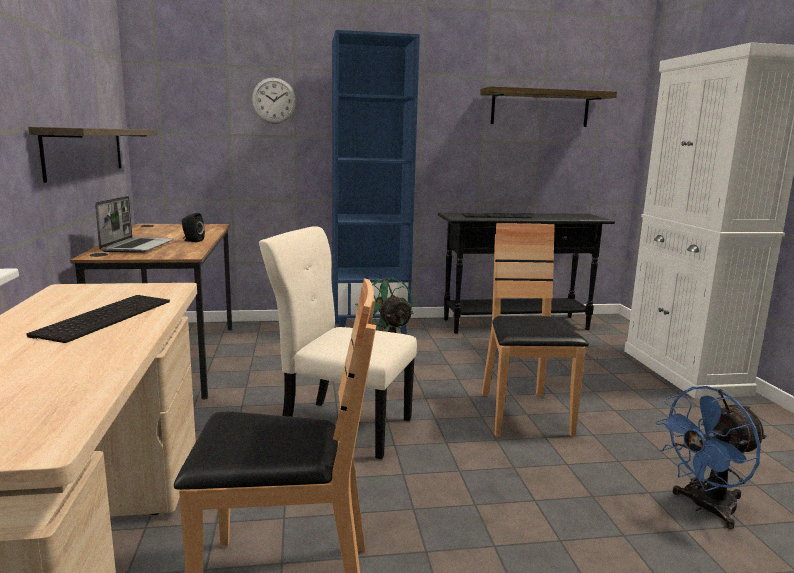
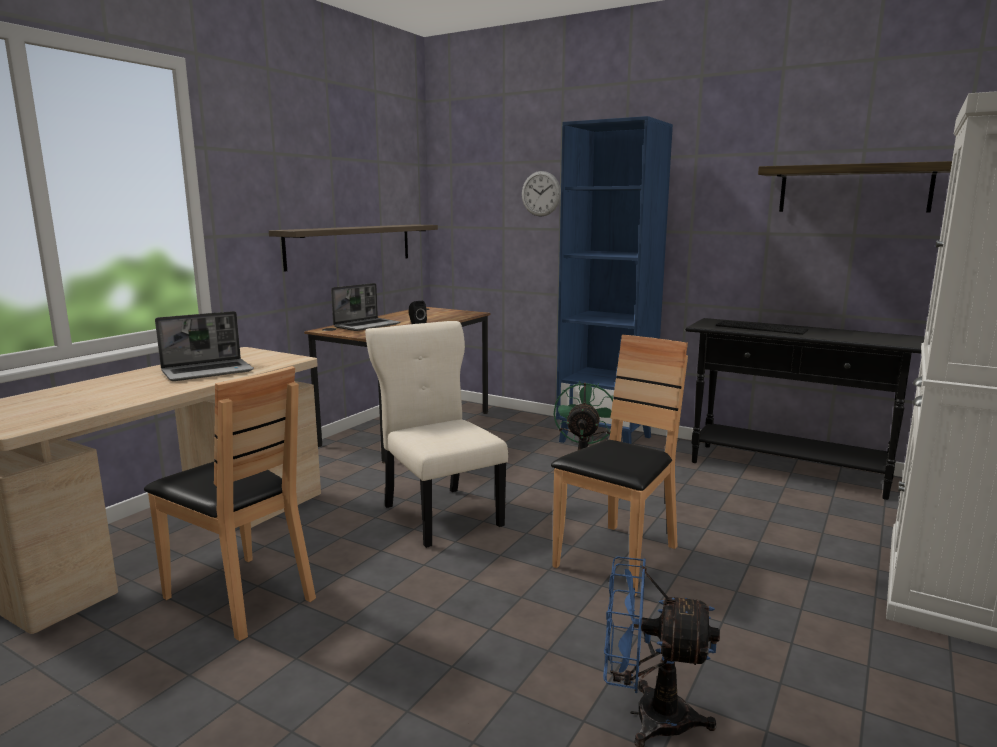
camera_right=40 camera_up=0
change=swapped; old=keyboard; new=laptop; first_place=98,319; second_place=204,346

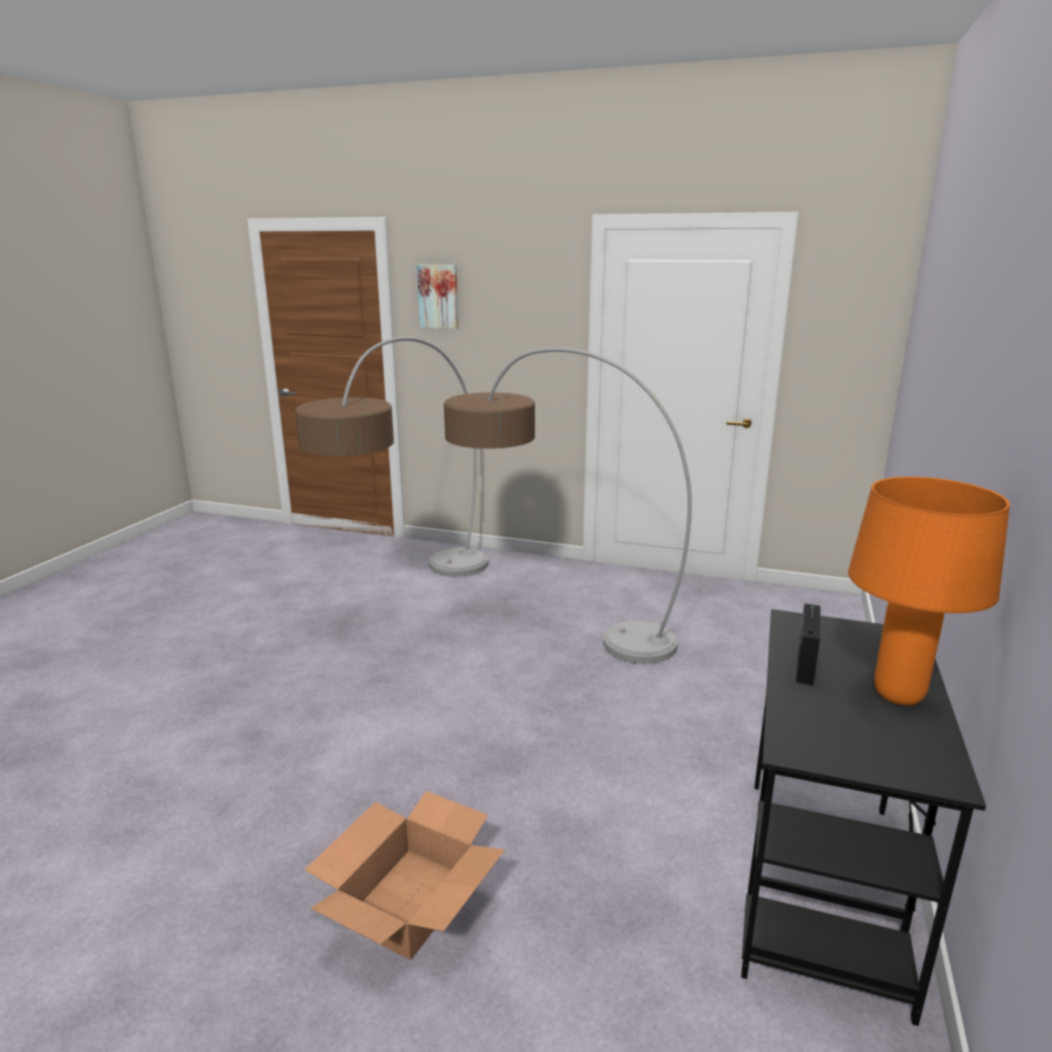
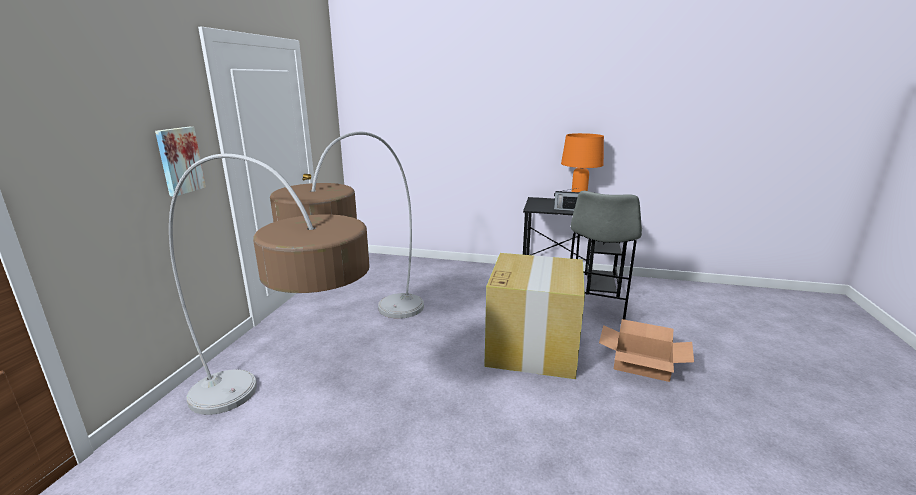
camera_right=-95 camera_up=0
change=shifted; old=picture; first_place=438,297; second_place=180,161
change=new; new=cardboard box; second_place=534,316
change=new; new=grey stool; second_place=606,255

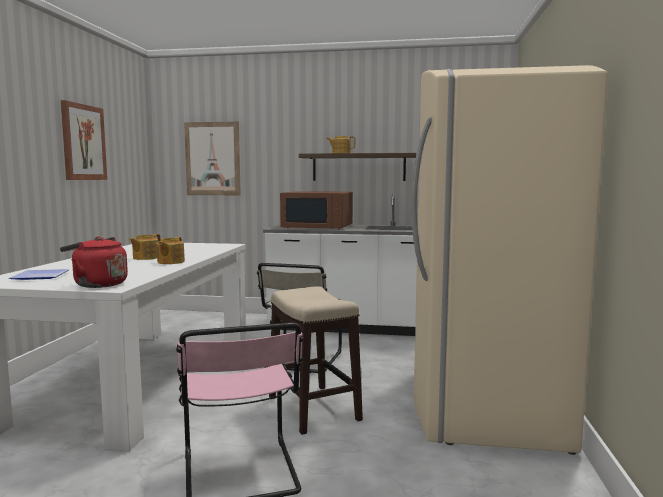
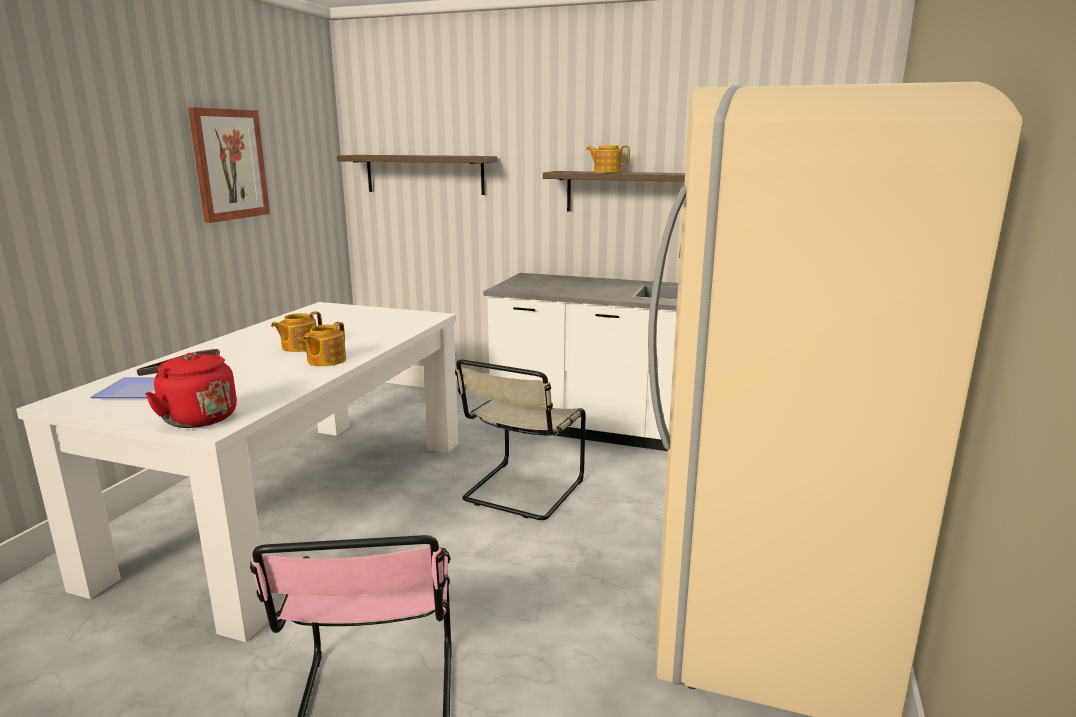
camera_right=10 camera_up=10
change=swapped; old=picture; new=shelf; first_place=212,158; second_place=417,175
change=gone; old=stool; first_place=316,360
change=gone; old=brown microwave; first_place=316,210

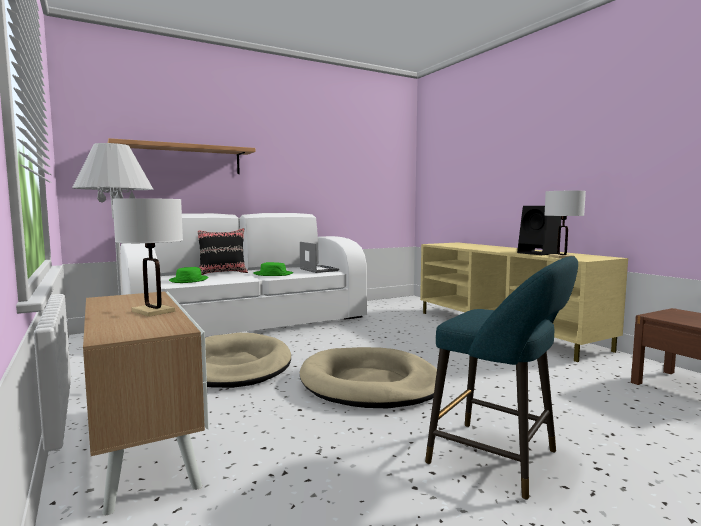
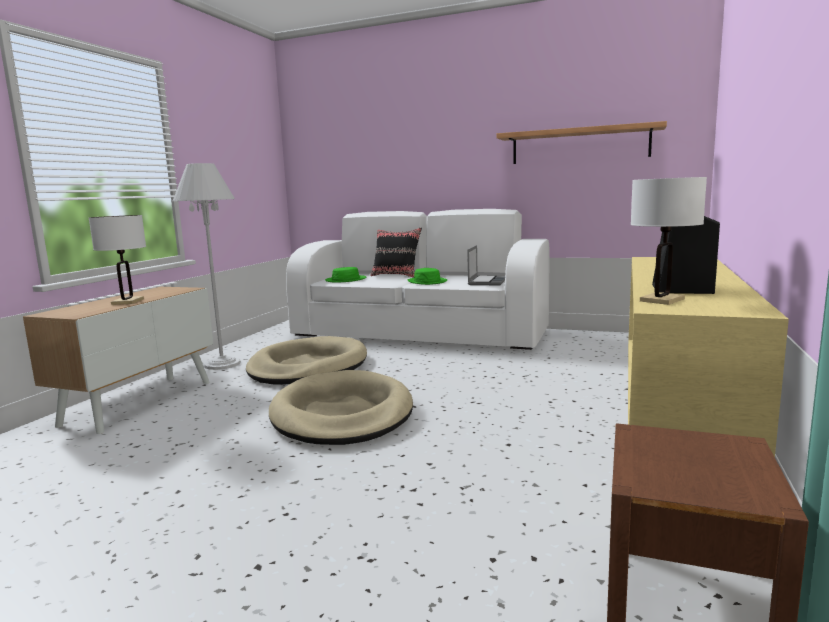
camera_right=50 camera_up=5
change=shifted; old=shelf; first_place=181,156; second_place=582,142
change=gone; old=turquoise stool; first_place=501,378

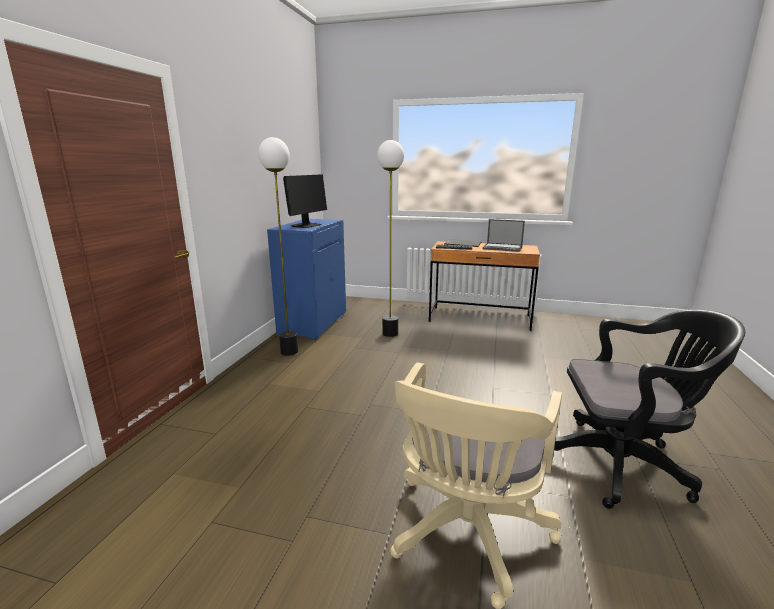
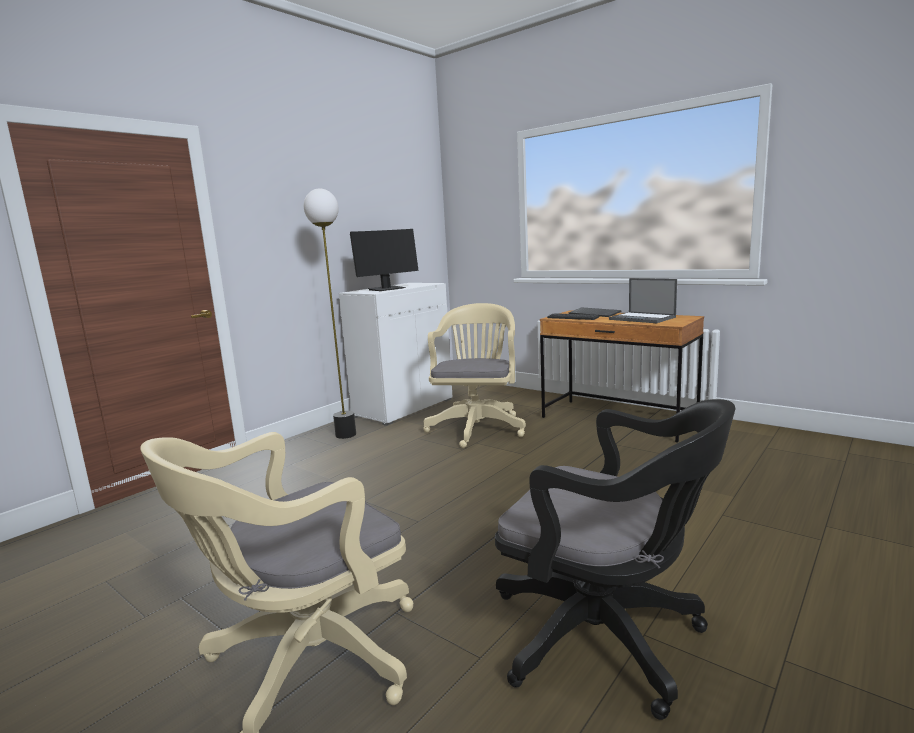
camera_right=25 camera_up=-5
change=repainted; old=blue cabinet; new=white cabinet; first_place=306,279; second_place=396,354
change=swapped; old=floor lamp; new=beige office chair; first_place=390,238; second_place=474,375

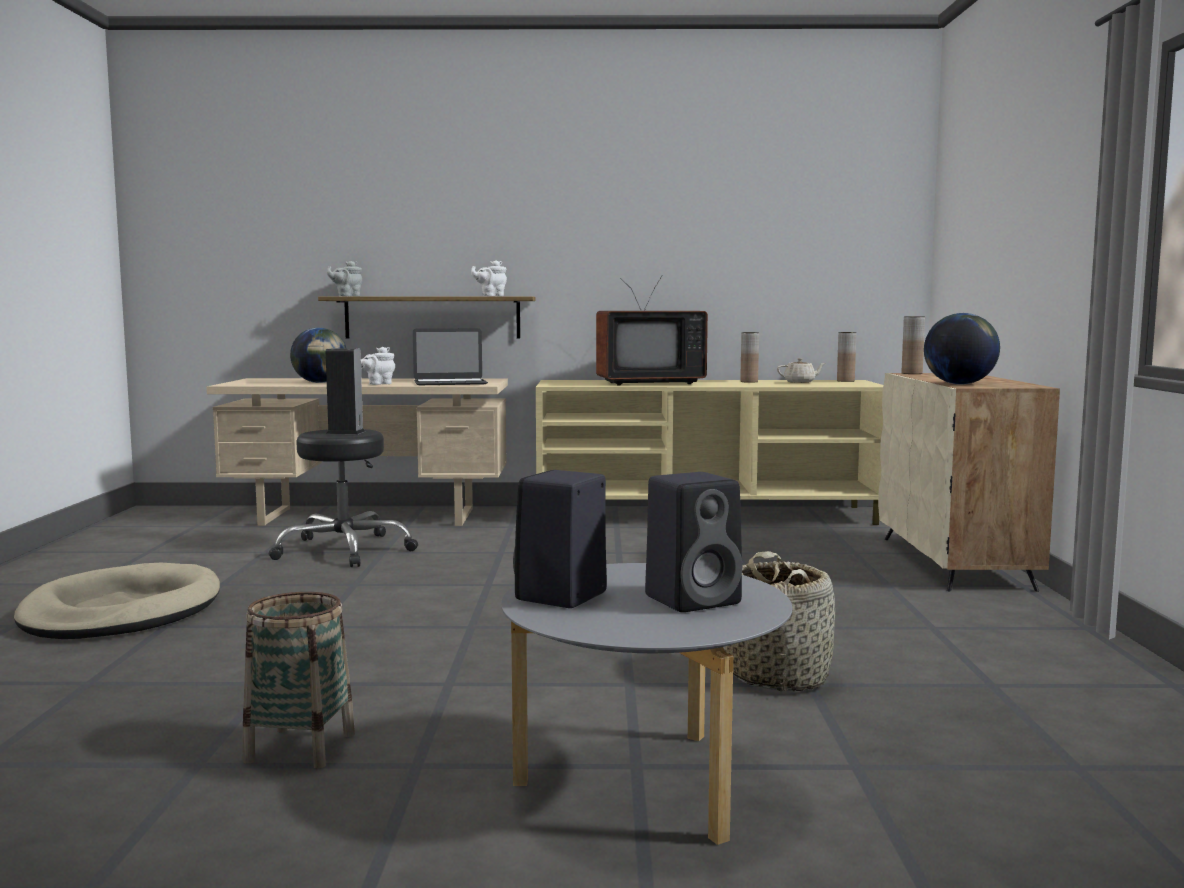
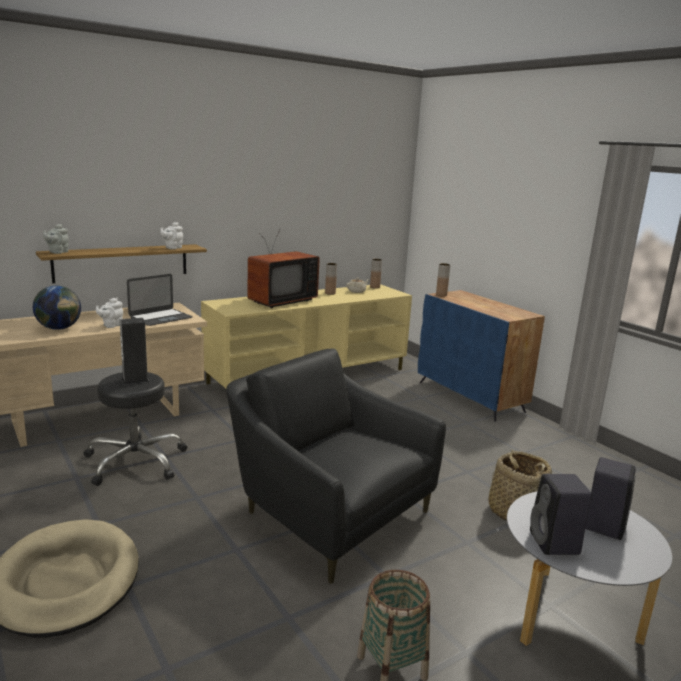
camera_right=-35 camera_up=10
change=repainted; old=beige cabinet; new=blue cabinet; first_place=969,482; second_place=481,356
change=gone; old=globe; first_place=962,349
change=new; new=black armchair; second_place=336,466

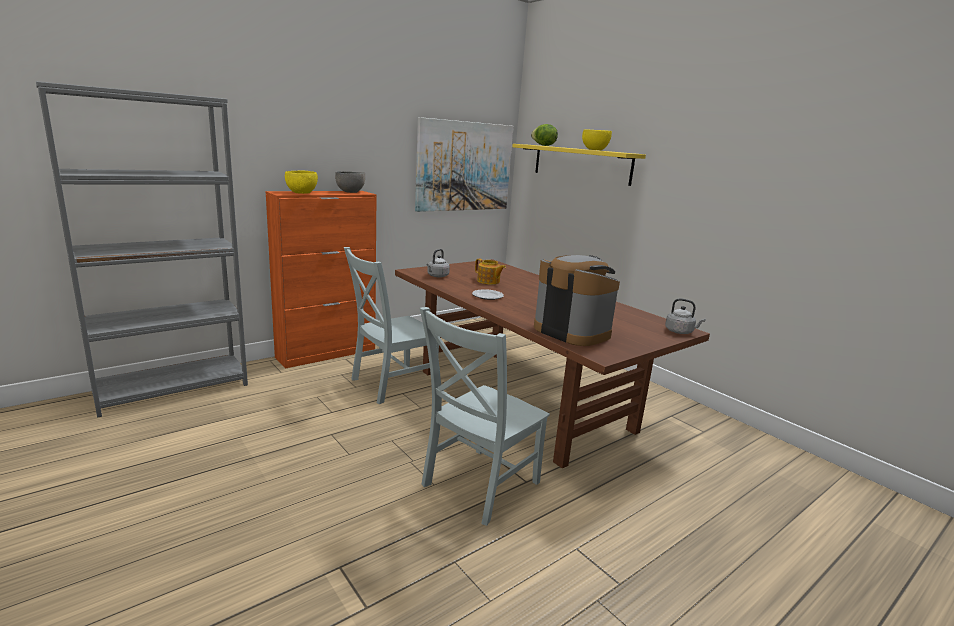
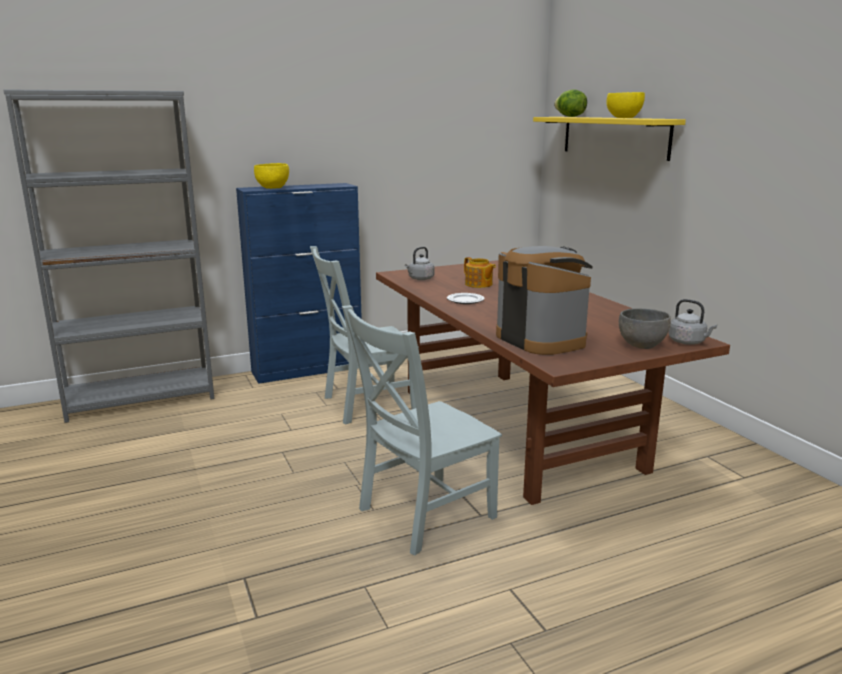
camera_right=15 camera_up=0
change=repainted; old=orange cabinet; new=blue cabinet; first_place=321,280; second_place=299,283
change=shifted; old=grey bowl; first_place=350,182; second_place=645,328
change=gone; old=picture; first_place=464,164

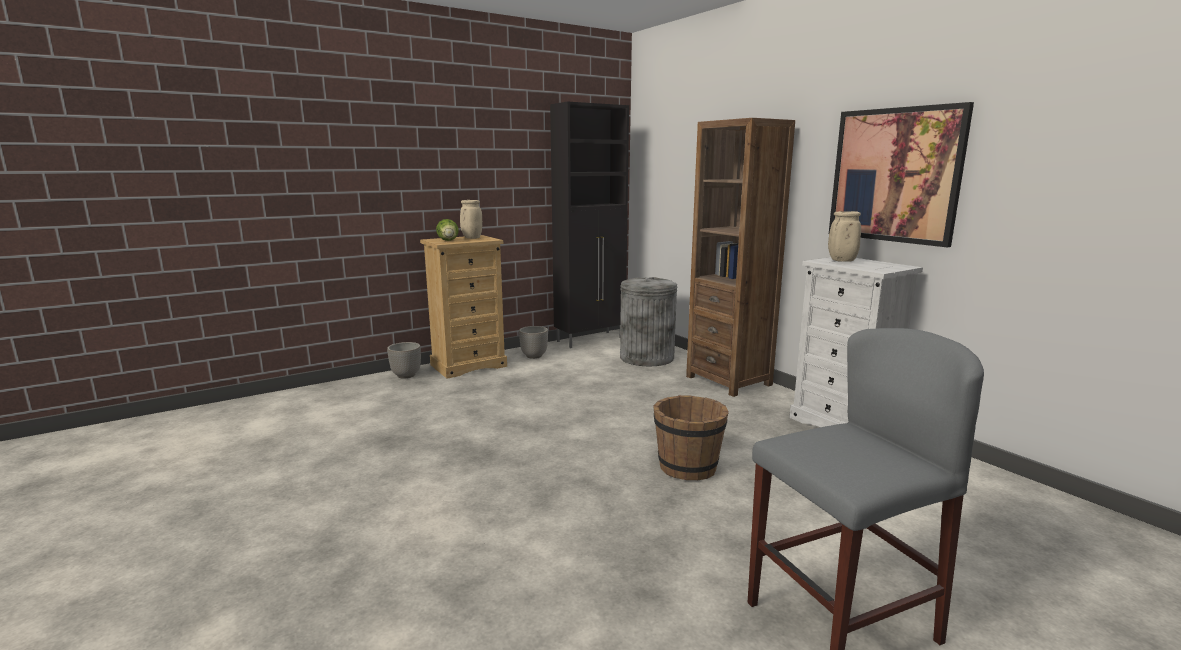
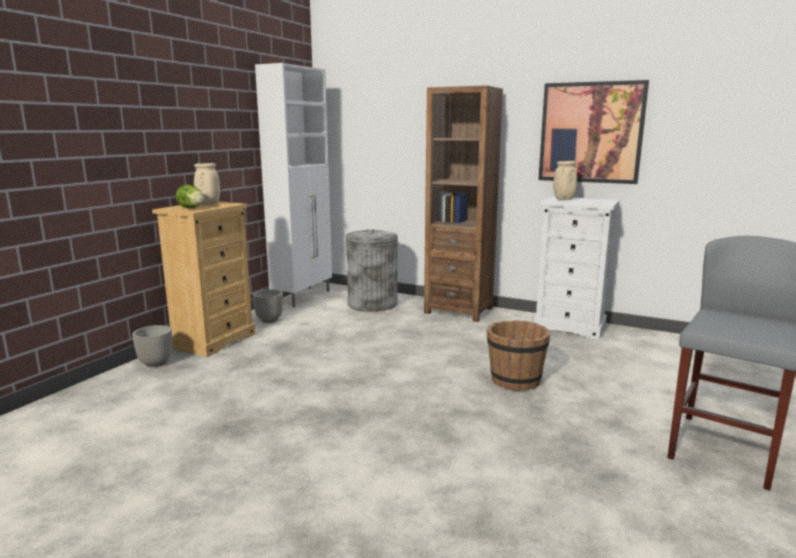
camera_right=-30 camera_up=0
change=repainted; old=black cabinet; new=white cabinet; first_place=589,225; second_place=293,185

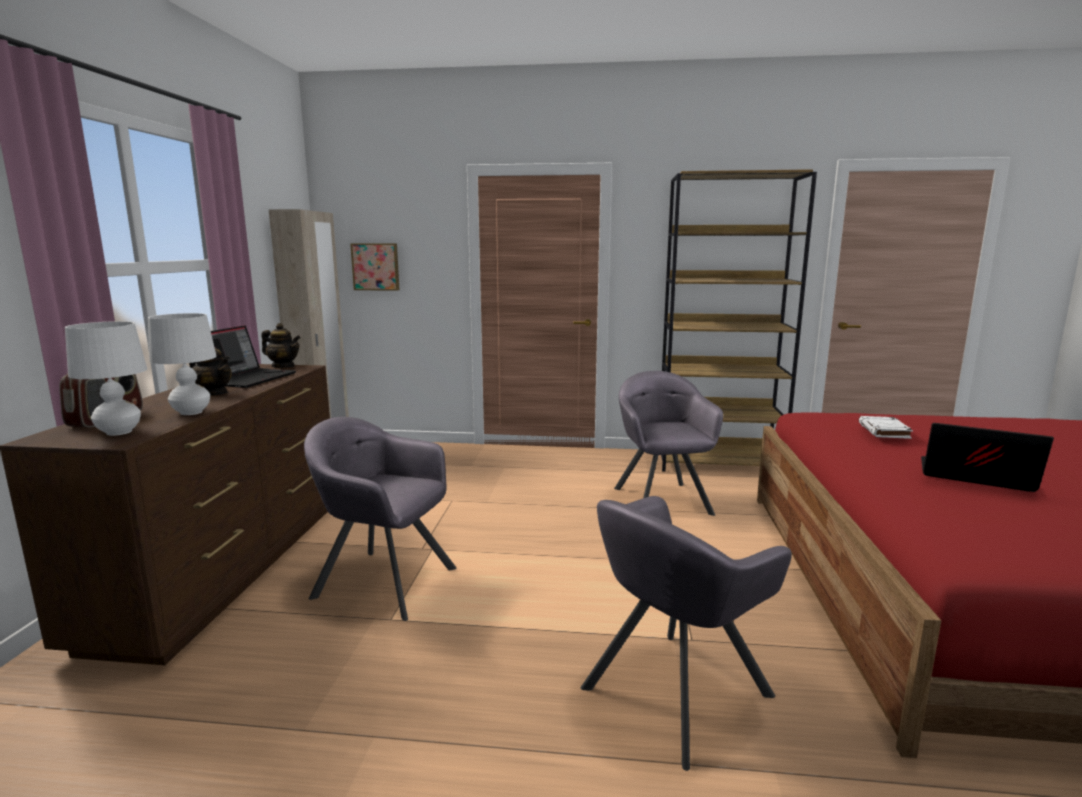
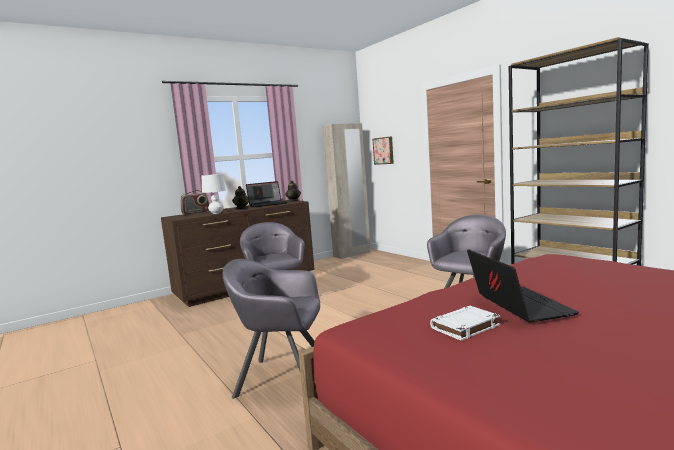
camera_right=50 camera_up=-5
change=gone; old=white table lamp; first_place=106,378
change=shifted; old=white book; first_place=886,427; second_place=465,323

